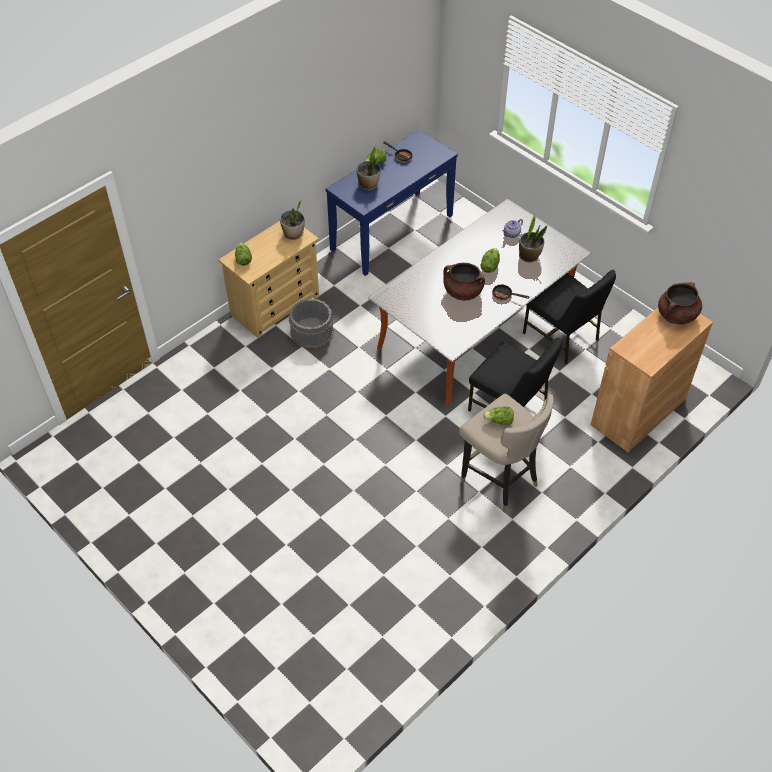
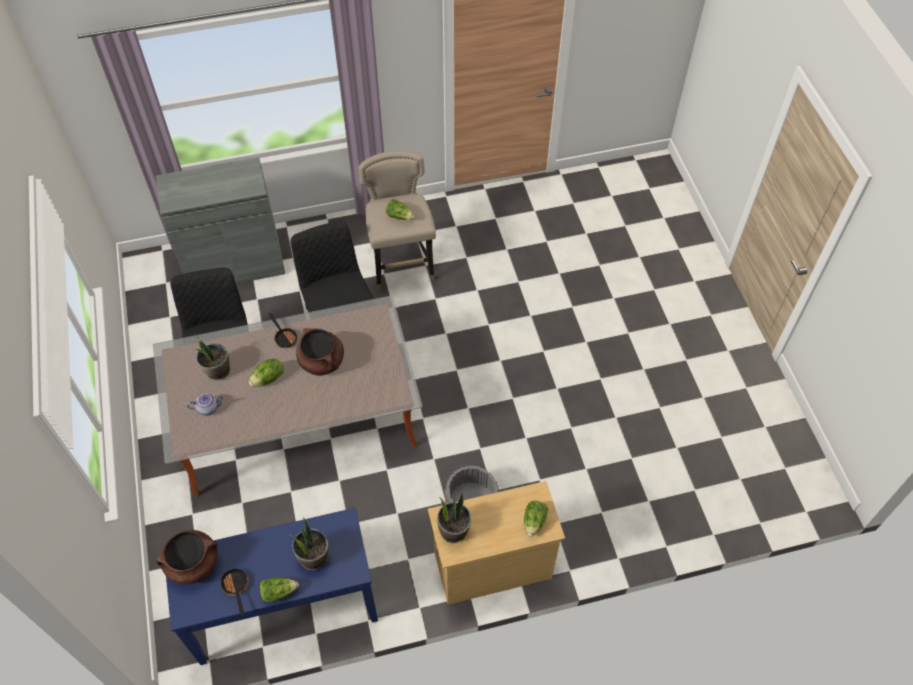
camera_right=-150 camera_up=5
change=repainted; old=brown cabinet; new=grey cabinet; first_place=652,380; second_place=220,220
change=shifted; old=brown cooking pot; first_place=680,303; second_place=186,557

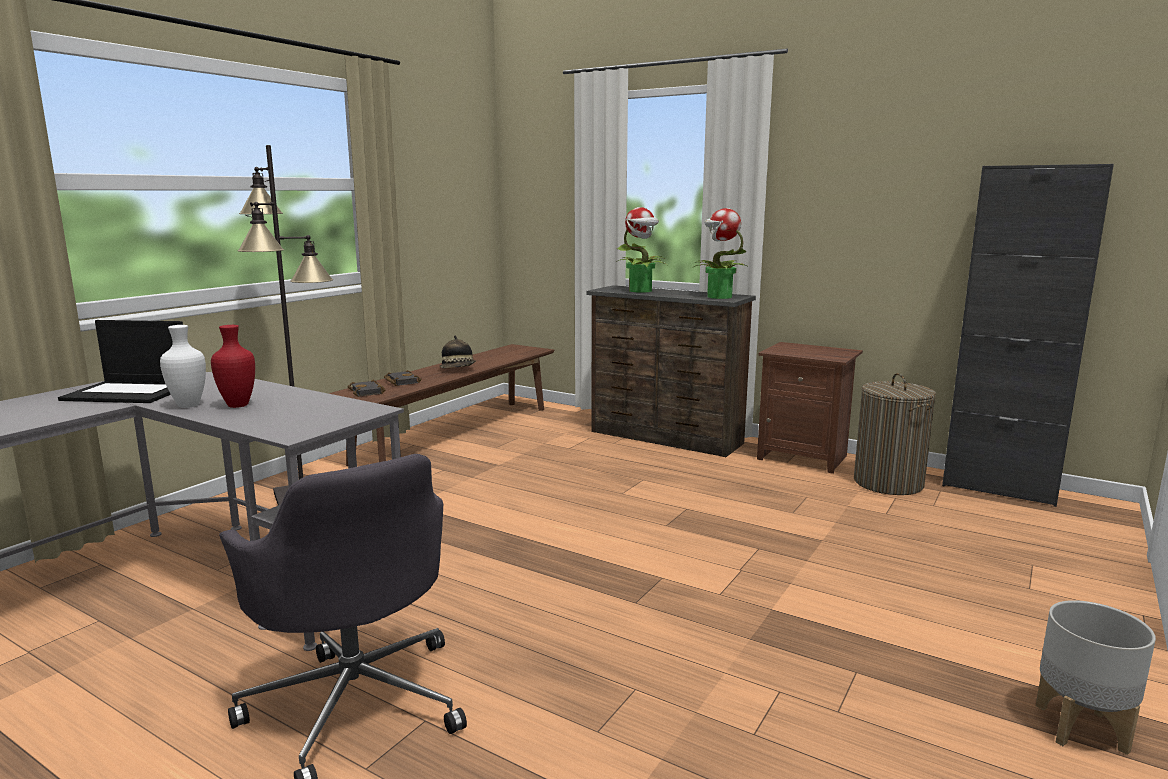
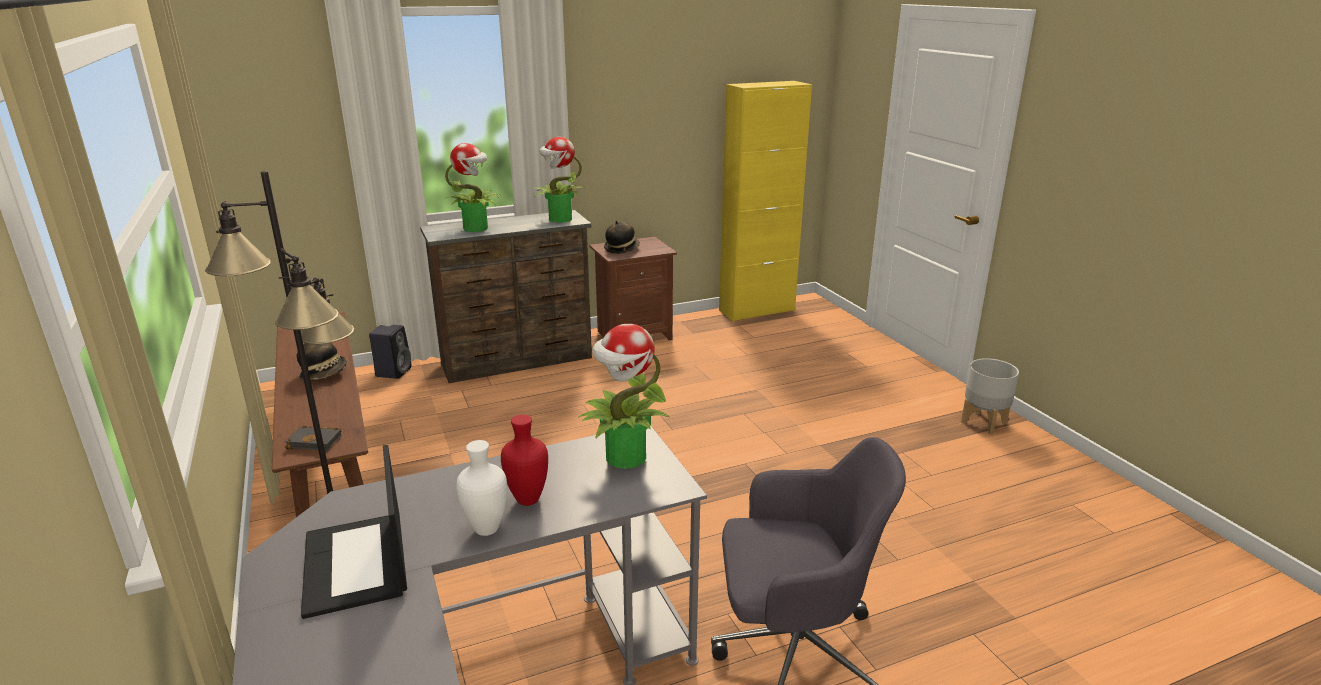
camera_right=-55 camera_up=10
change=rotated; old=laptop; first_place=120,361; second_place=354,532; degrees=120
change=gone; old=black book; first_place=403,378
change=gone; old=laundry basket; first_place=895,434
change=repainted; old=black cabinet; new=yellow cabinet; first_place=1028,335; second_place=765,201
change=new; new=black speaker; second_place=390,352
change=new; new=potted plant; second_place=624,396
change=new; new=hat; second_place=622,237

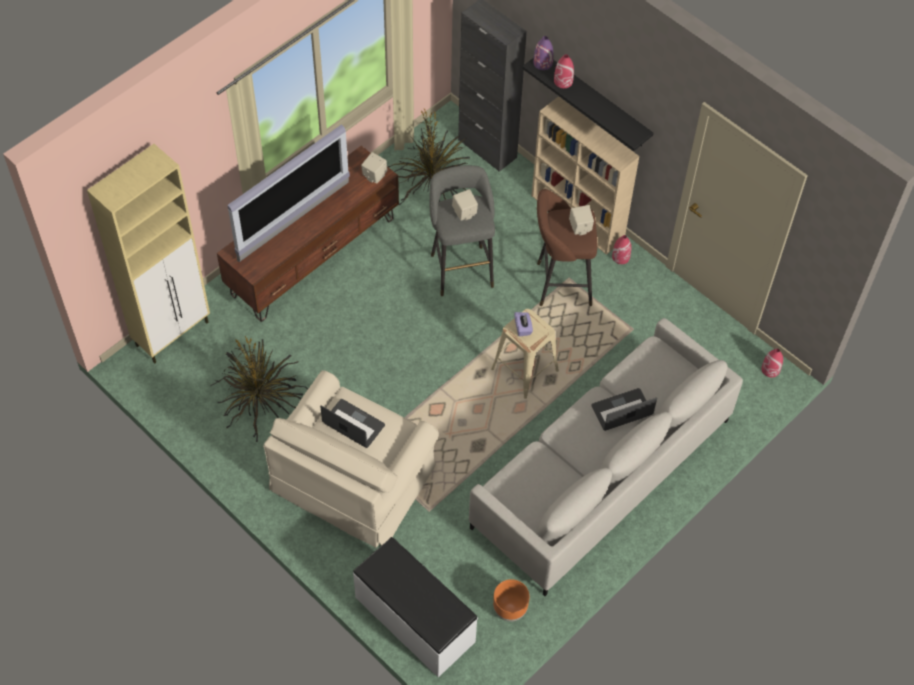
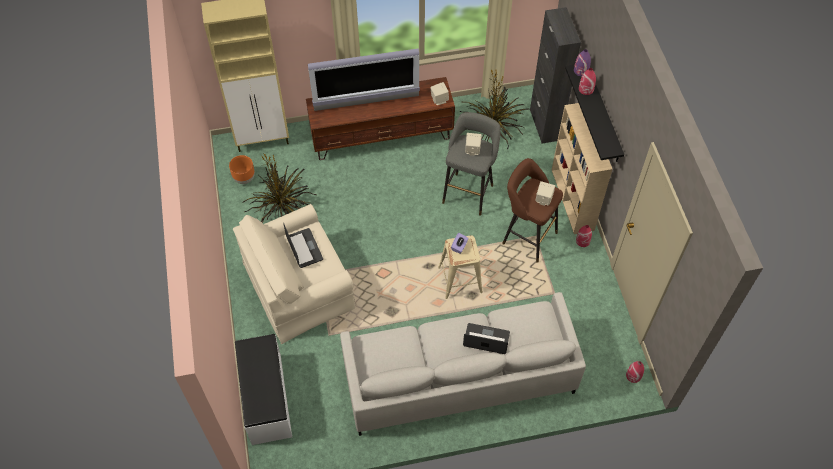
camera_right=35 camera_up=0
change=shifted; old=orange planter; first_place=511,600; second_place=242,169

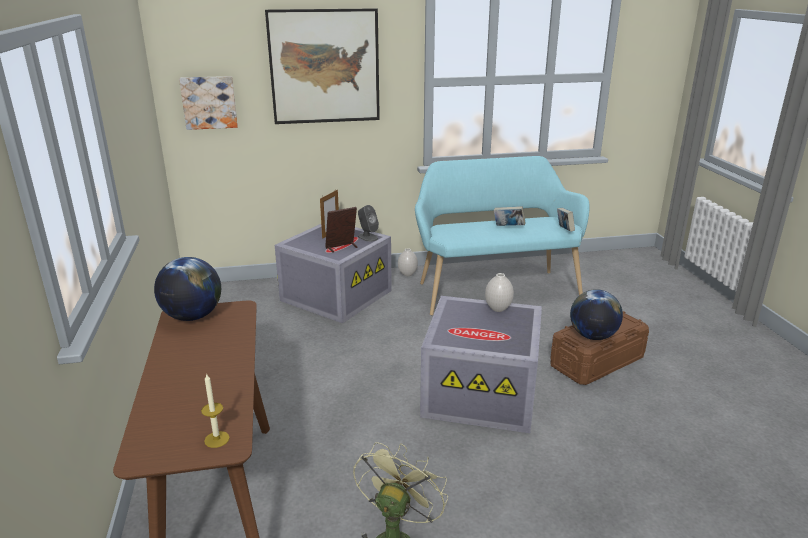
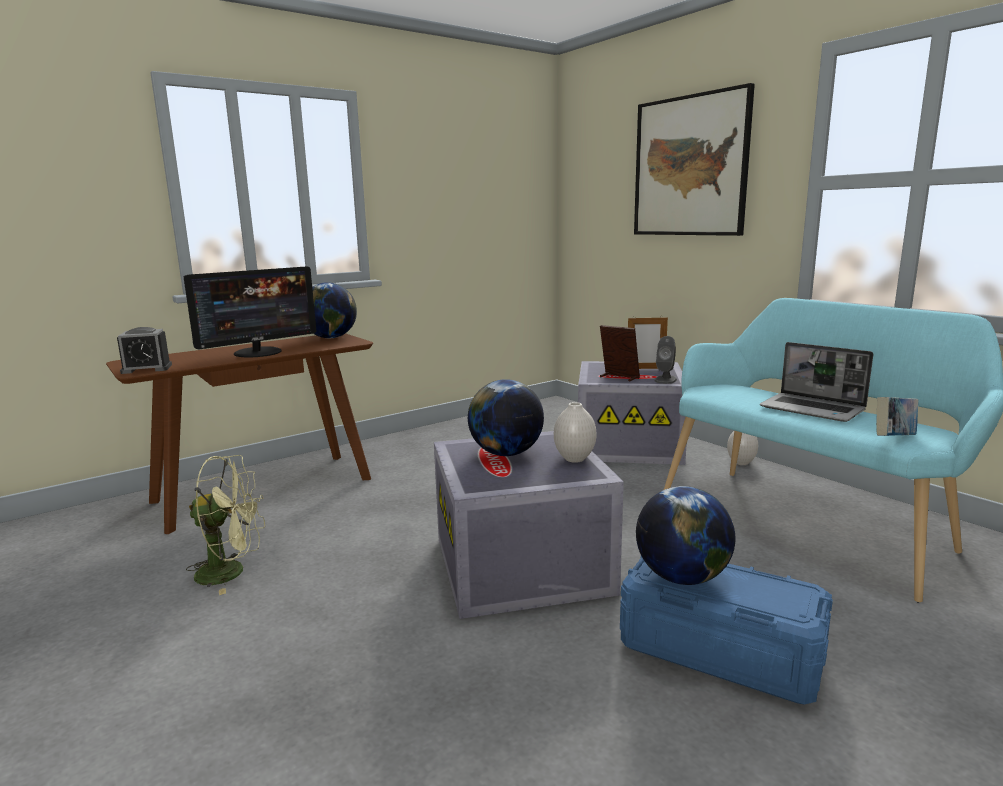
camera_right=65 camera_up=-10
change=gone; old=picture; first_place=208,103
change=swapped; old=candle; new=alarm clock; first_place=215,410; second_place=144,350
change=swapped; old=book; new=laptop; first_place=510,216; second_place=816,382
change=repainted; old=brown storage box; new=blue storage box; first_place=600,348; second_place=726,630
change=new; new=monitor; second_place=250,311
change=new; new=globe; second_place=506,417

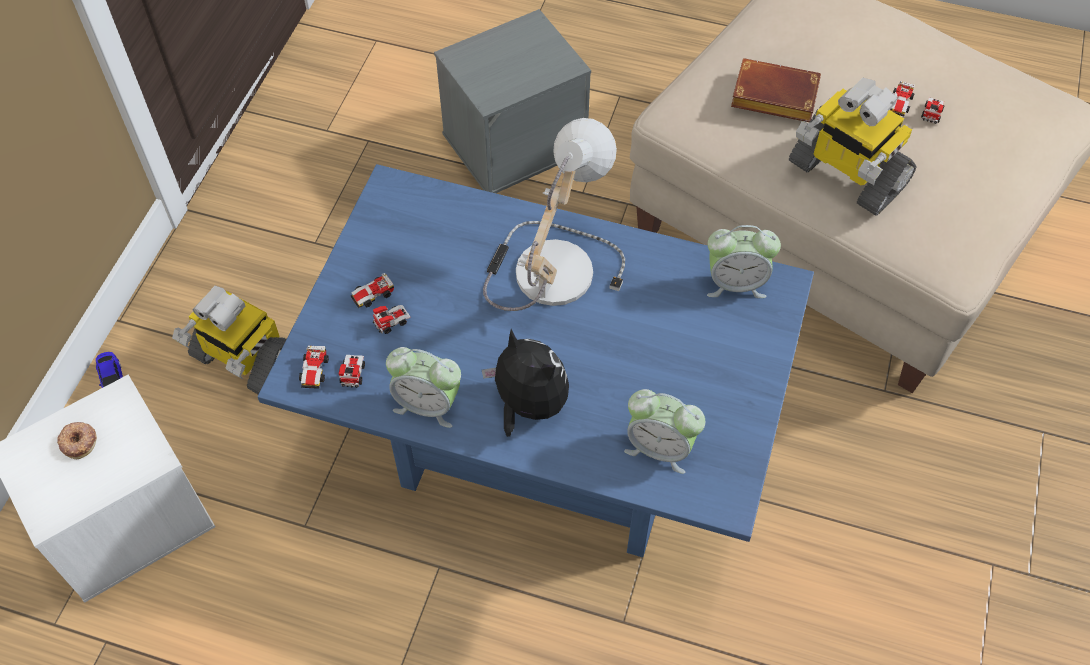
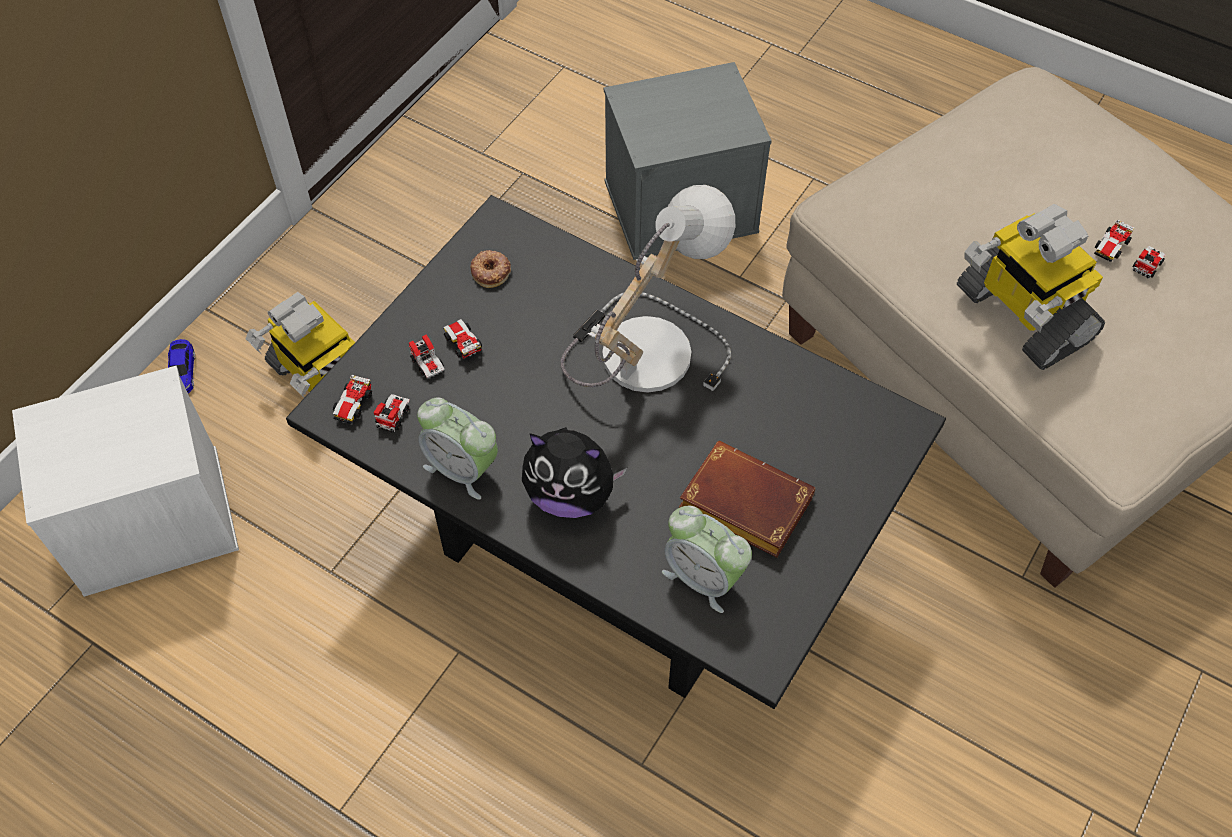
camera_right=15 camera_up=0
change=shifted; old=donut; first_place=77,440; second_place=490,269
change=repainted; old=blue coffee table; new=black coffee table; first_place=535,360; second_place=616,452
change=rotated; old=toy car; first_place=381,303; second_place=445,348; degrees=75
change=rotated; old=plush toy; first_place=525,383; second_place=574,472; degrees=135
change=gone; old=alarm clock; first_place=744,261
change=shifted; old=brown book; first_place=776,90; second_place=747,499

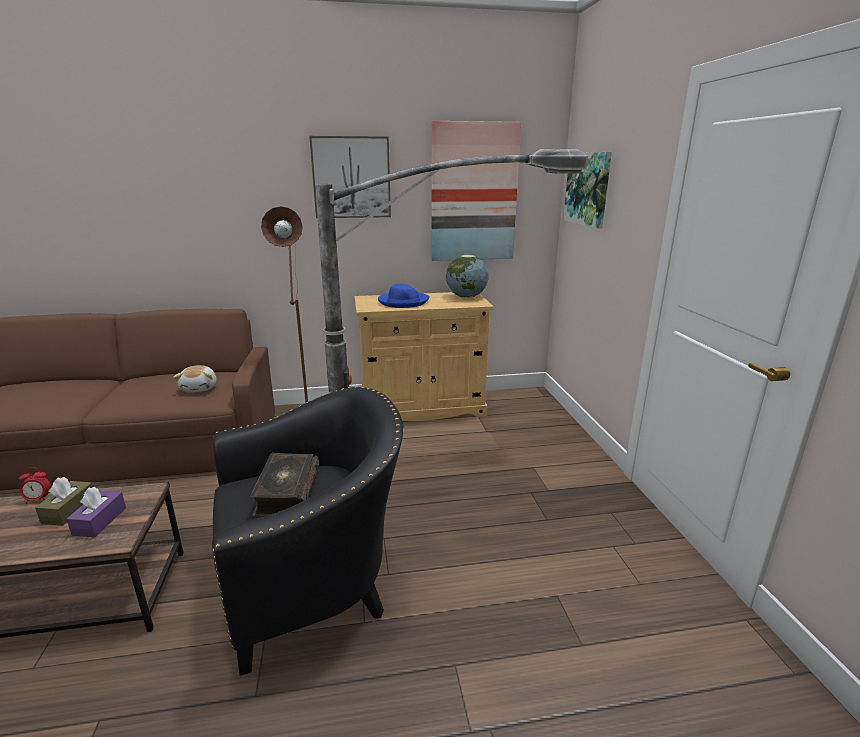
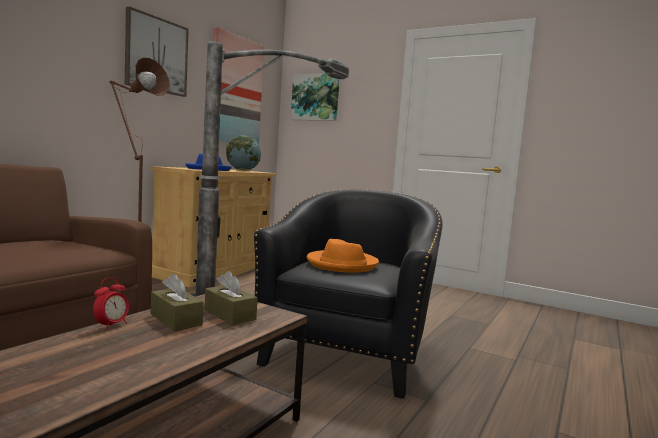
camera_right=-50 camera_up=-15
change=repainted; old=purple tissue box; new=brown tissue box; first_place=96,512; second_place=231,298
change=gone; old=plush toy; first_place=194,378
change=swapped; old=book; new=orange hat; first_place=284,485; second_place=343,255

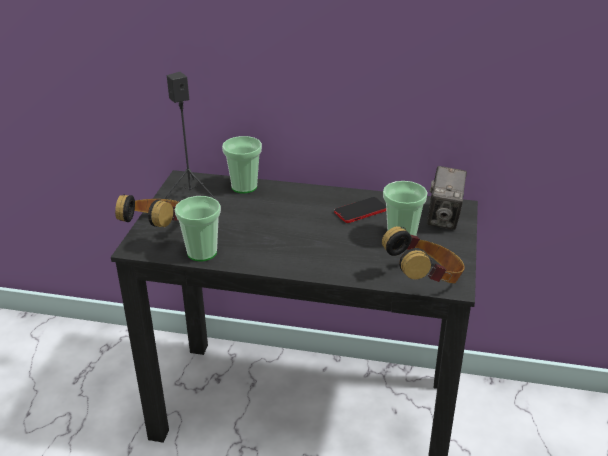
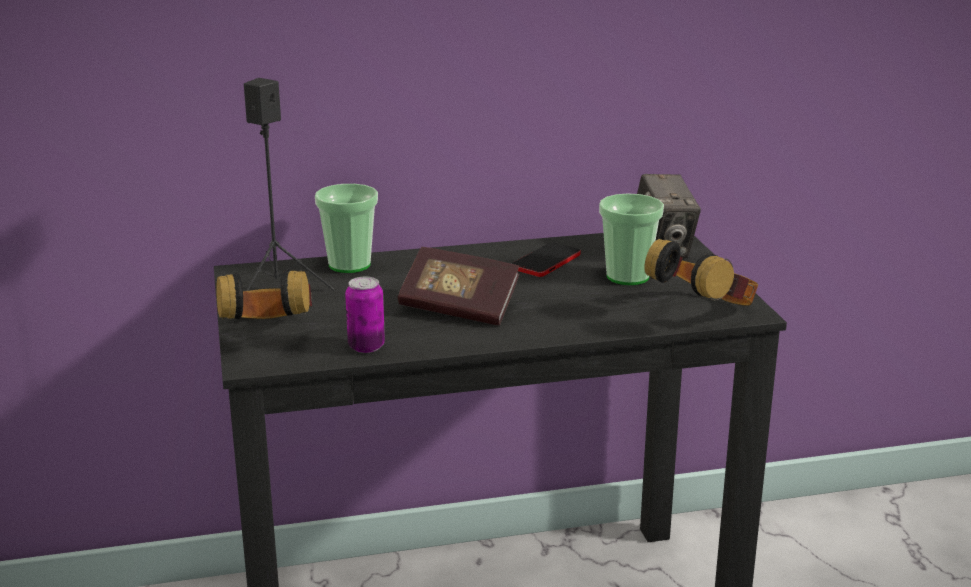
camera_right=-25 camera_up=-10
change=swapped; old=cup; new=can; first_place=198,228; second_place=365,315
change=new; new=book; second_place=458,286

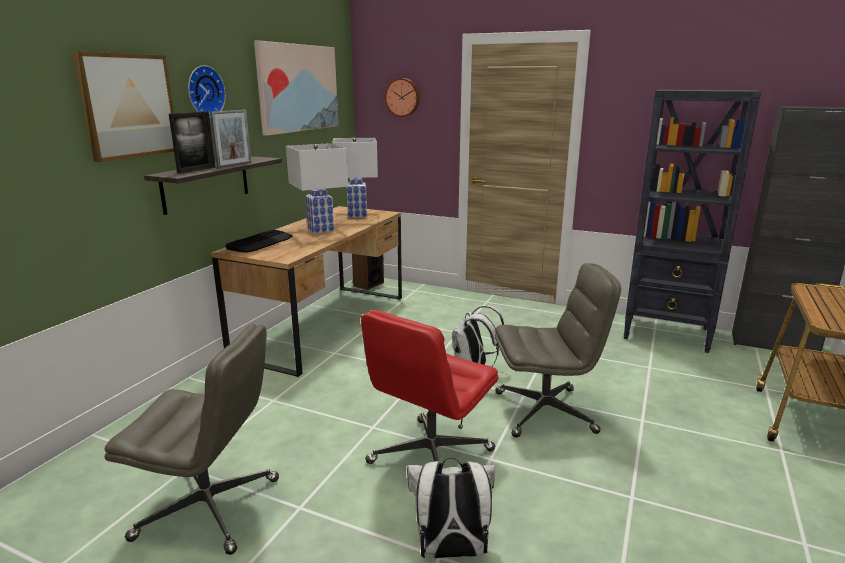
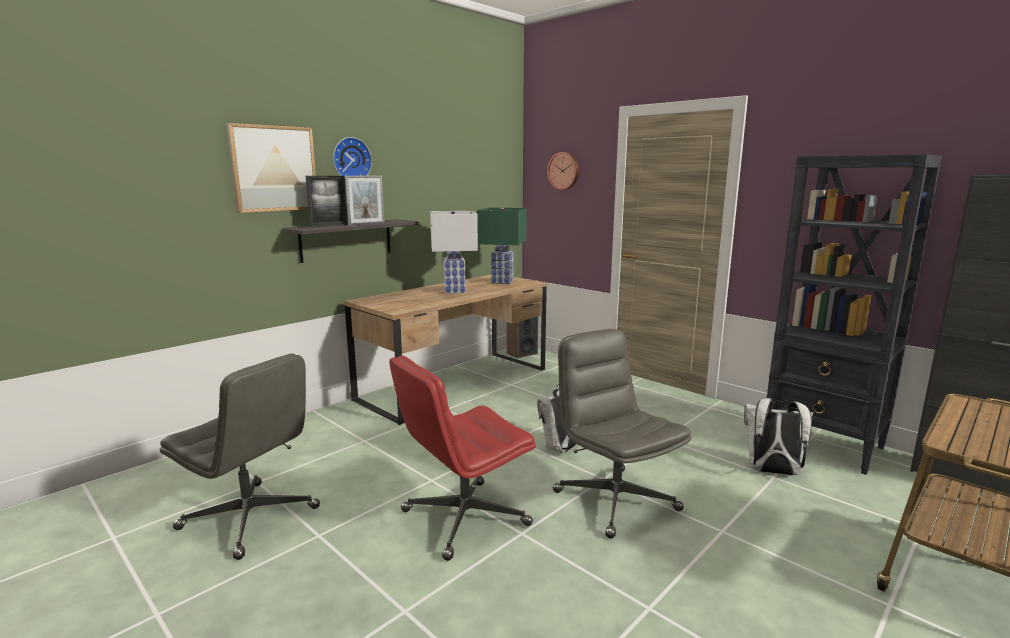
camera_right=20 camera_up=-5
change=gone; old=keyboard; first_place=259,241
change=gone; old=picture; first_place=296,88
change=repainted; old=white table lamp; new=green table lamp; first_place=355,178; second_place=502,245
change=shifted; old=white backpack; first_place=451,508; second_place=778,436
change=rotated; old=grey office chair; first_place=558,350; second_place=622,434; degrees=-135

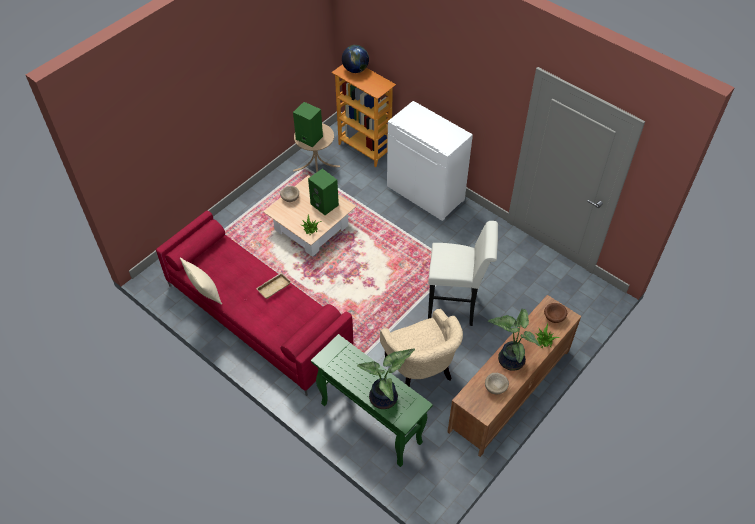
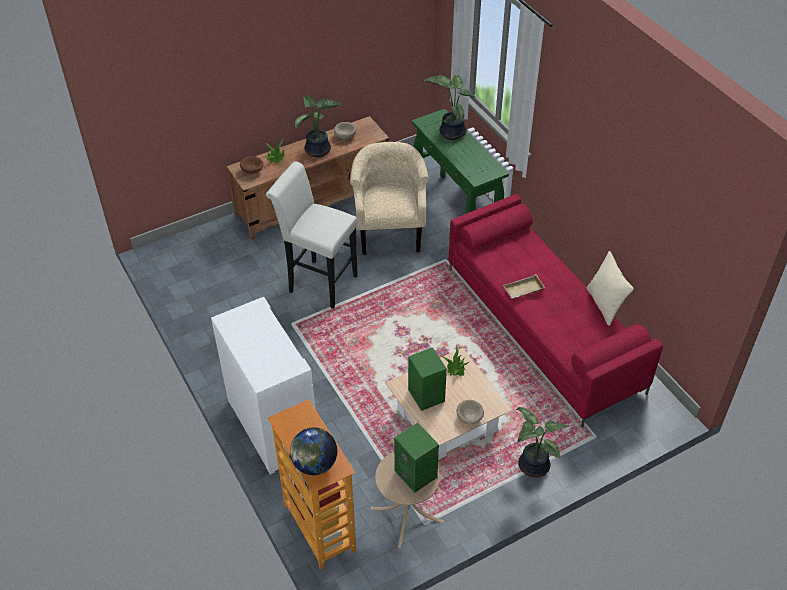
camera_right=-160 camera_up=-5
change=new; new=potted plant; second_place=542,442

